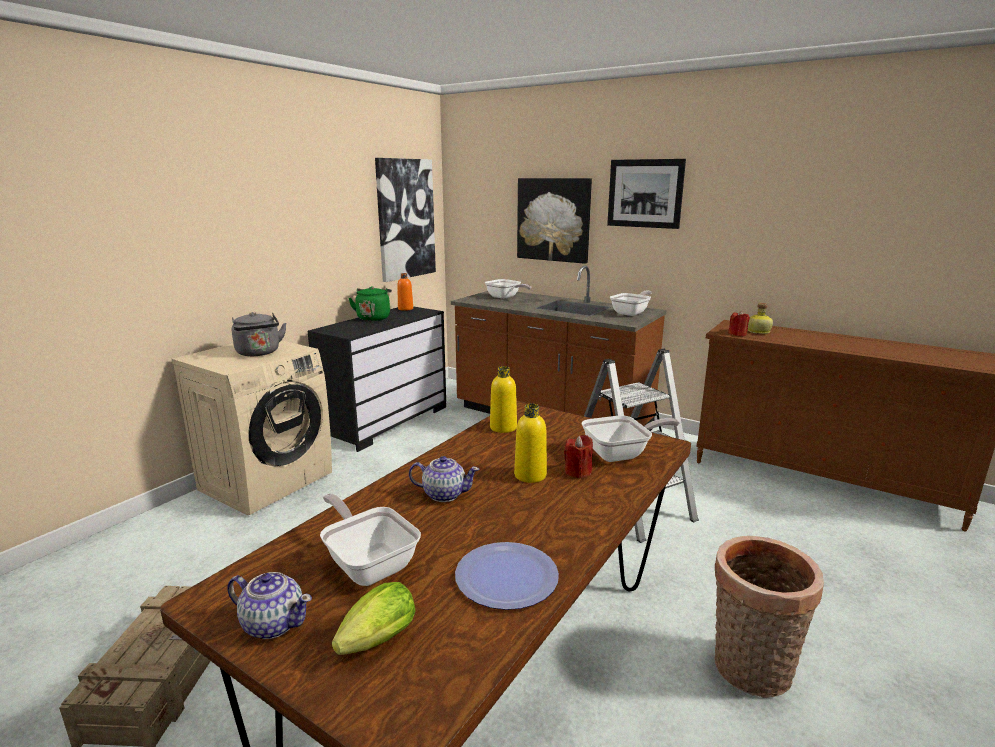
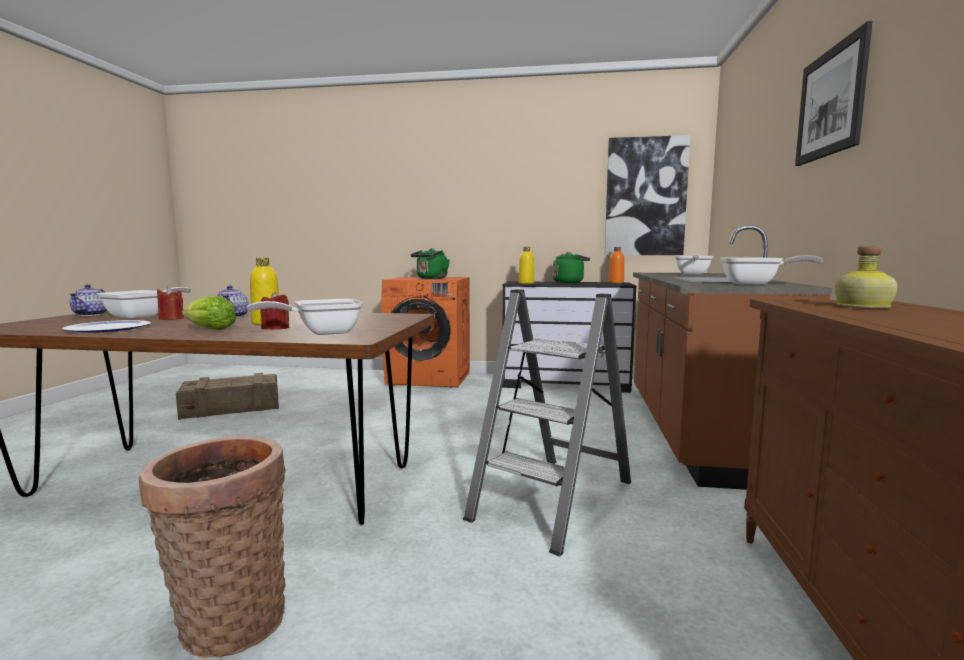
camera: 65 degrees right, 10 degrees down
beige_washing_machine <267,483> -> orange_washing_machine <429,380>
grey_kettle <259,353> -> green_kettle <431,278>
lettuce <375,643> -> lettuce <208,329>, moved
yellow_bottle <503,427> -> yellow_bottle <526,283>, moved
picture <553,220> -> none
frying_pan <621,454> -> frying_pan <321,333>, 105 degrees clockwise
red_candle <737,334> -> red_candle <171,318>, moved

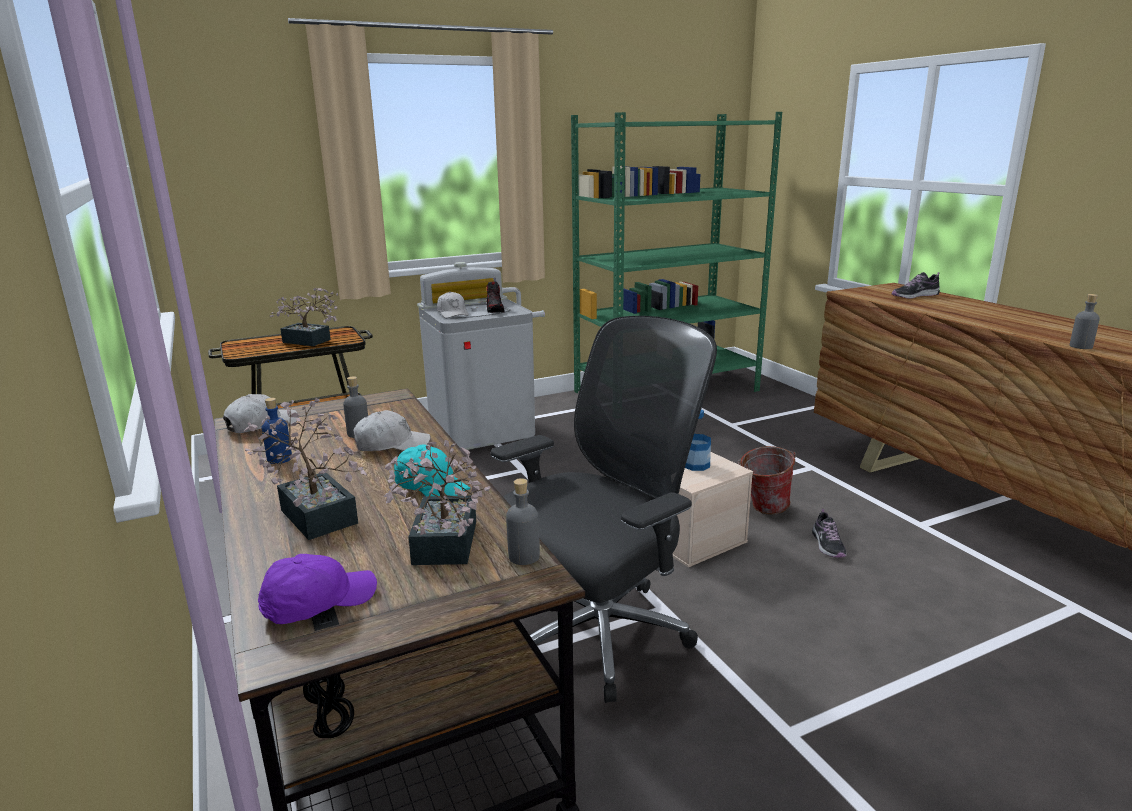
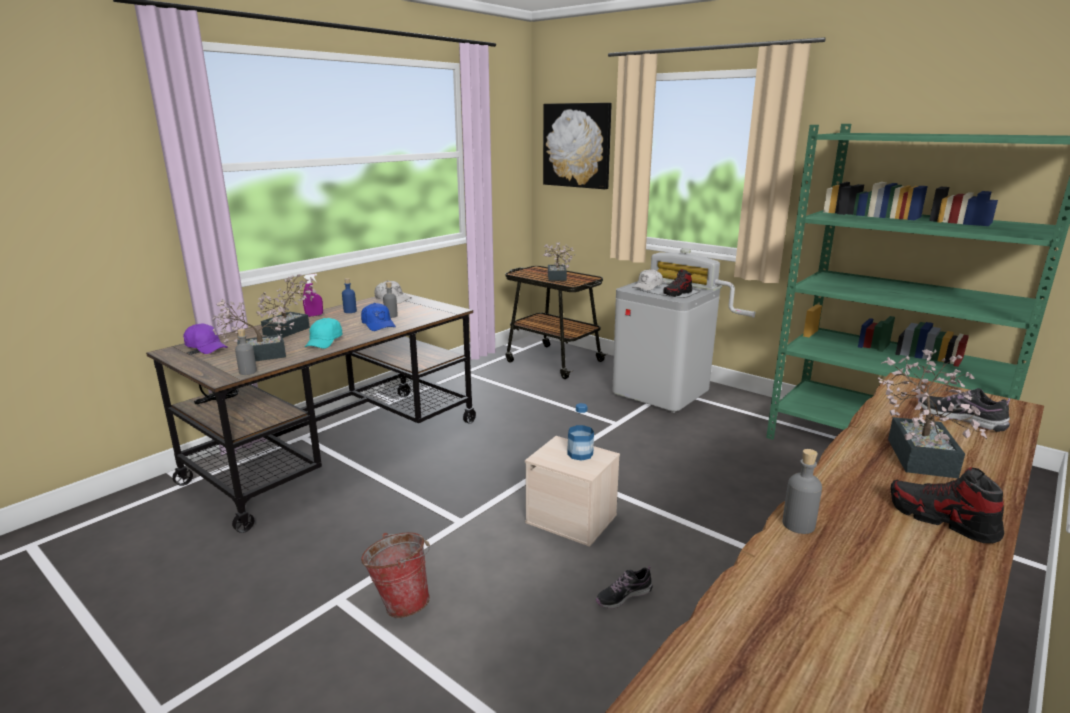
camera: 65 degrees right, 0 degrees up
white_cap <392,445> -> blue_cap <378,324>
office_chair <600,639> -> none
bucket <762,509> -> bucket <401,602>, moved
none -> purple_spray_bottle <314,315>
none -> picture <577,145>
none -> potted_plant <919,453>
none -> shoe <941,520>

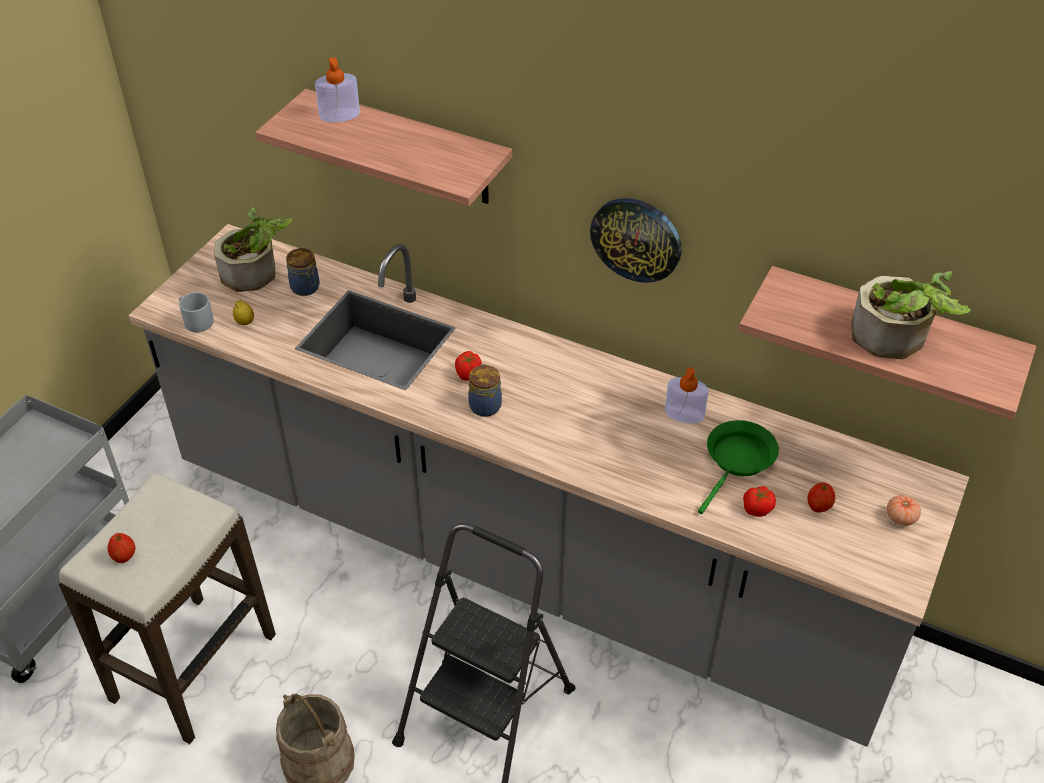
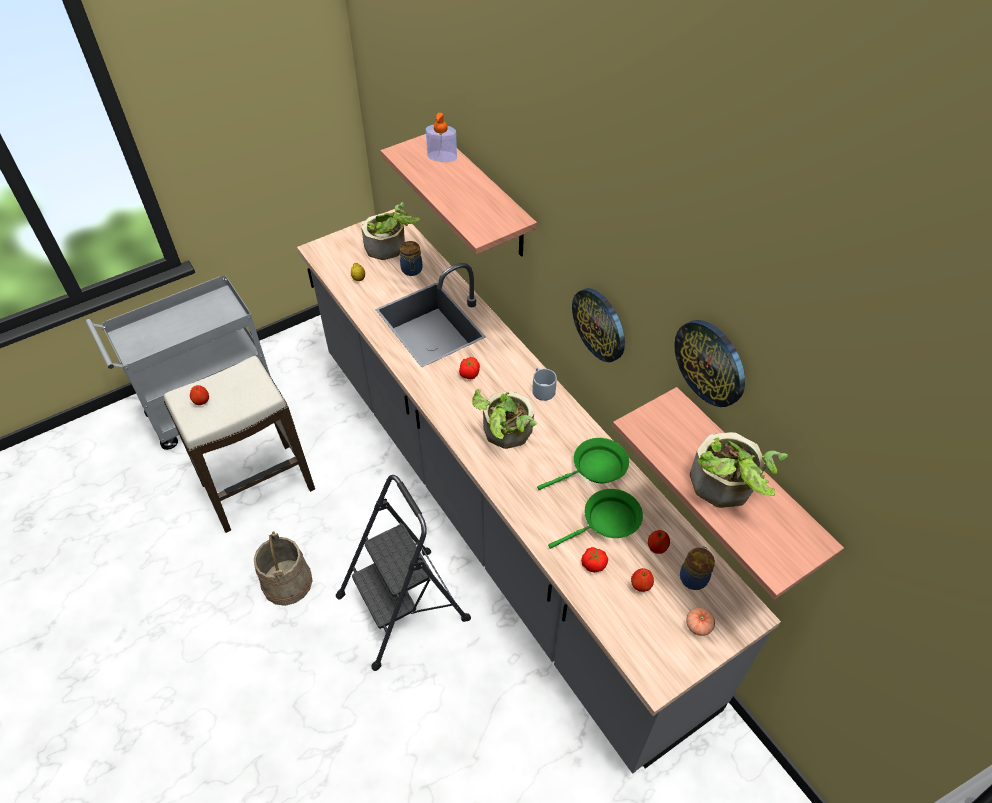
camera: 30 degrees right, 5 degrees up
grey_mug <195,320> -> grey_mug <541,389>, moved
jar <485,405> -> jar <694,577>, moved
soap_dispenser <684,414> -> green_frying_pan <595,469>
none -> potted_plant <504,434>
none -> apple <657,548>
none -> wall_clock <711,362>

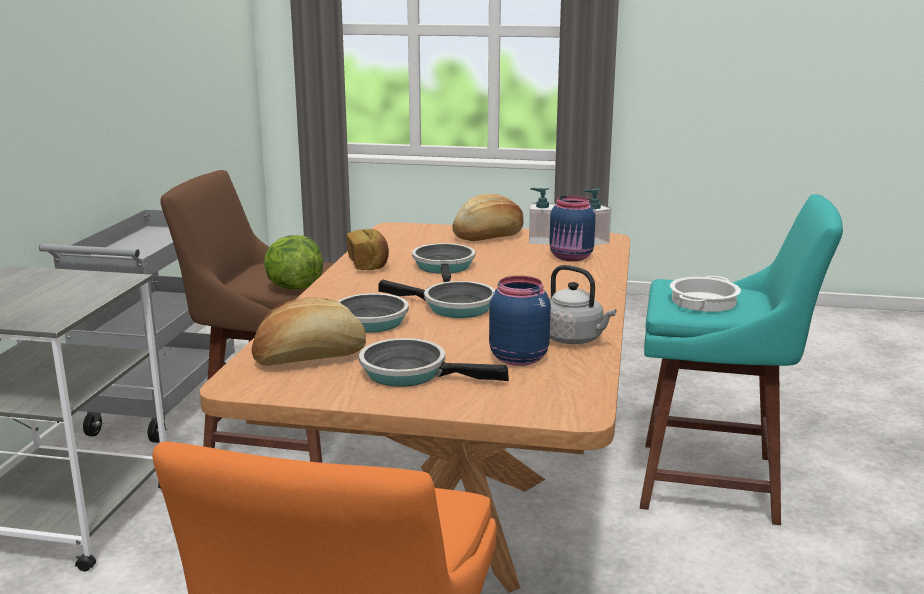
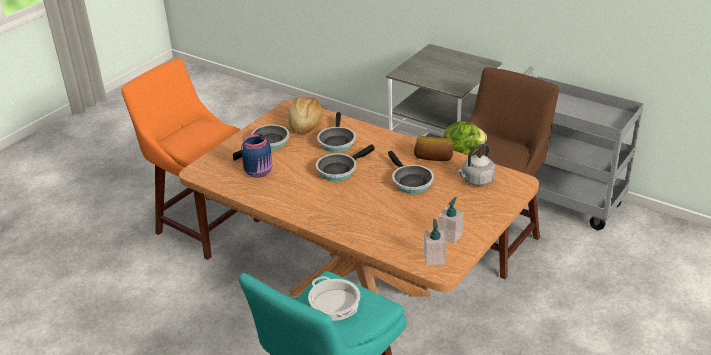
camera: 115 degrees right, 15 degrees up
frying_pan <444,267> -> frying_pan <410,182>, 45 degrees clockwise
bread <489,236> -> none
blue_jar <571,257> -> none
grey_kettle <575,339> -> grey_kettle <476,181>, moved

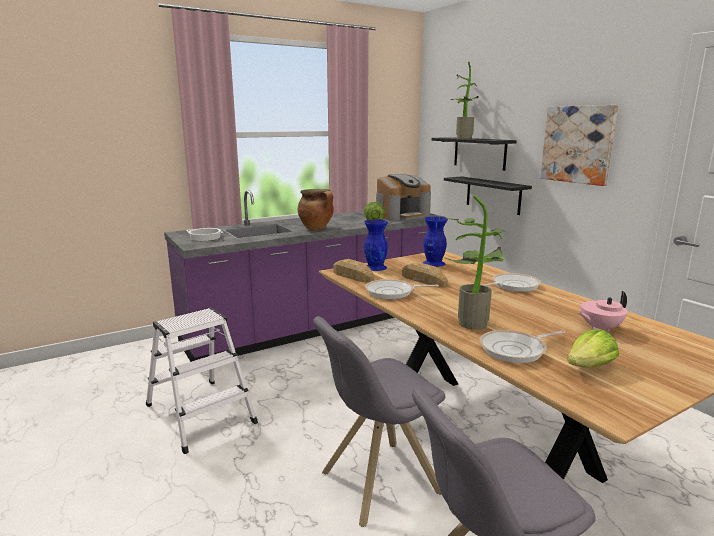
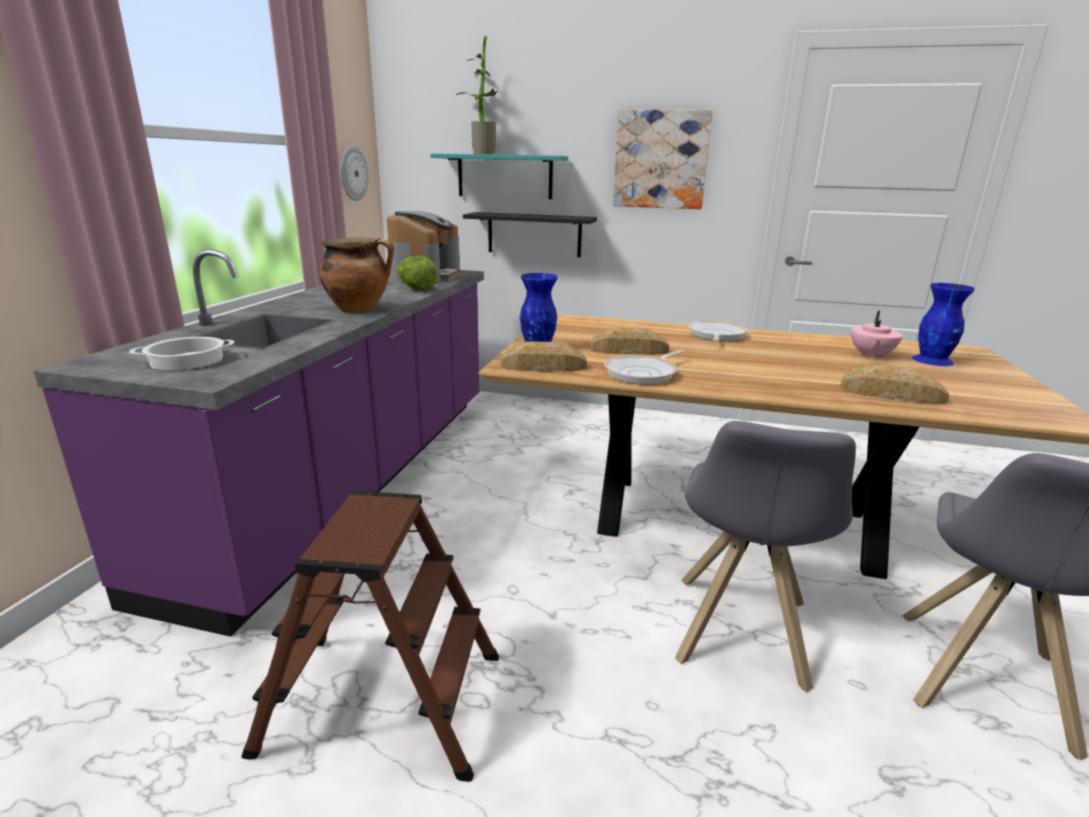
camera: 45 degrees left, 5 degrees up
white_step_ladder <200,413> -> brown_step_ladder <382,702>
blue_vase <434,263> -> blue_vase <933,360>, moved
black_shelf <479,153> -> turquoise_shelf <504,176>
potted_plant <473,322> -> none
frying_pan <516,350> -> bread <891,394>
lettuce <590,367> -> none
none -> wall_clock <353,173>

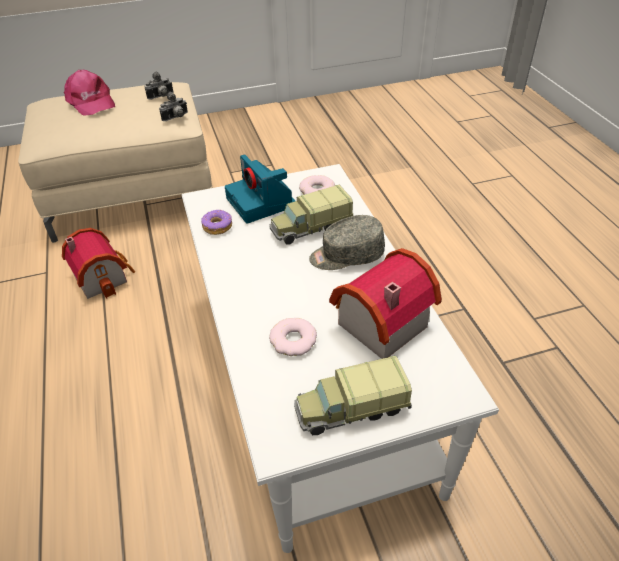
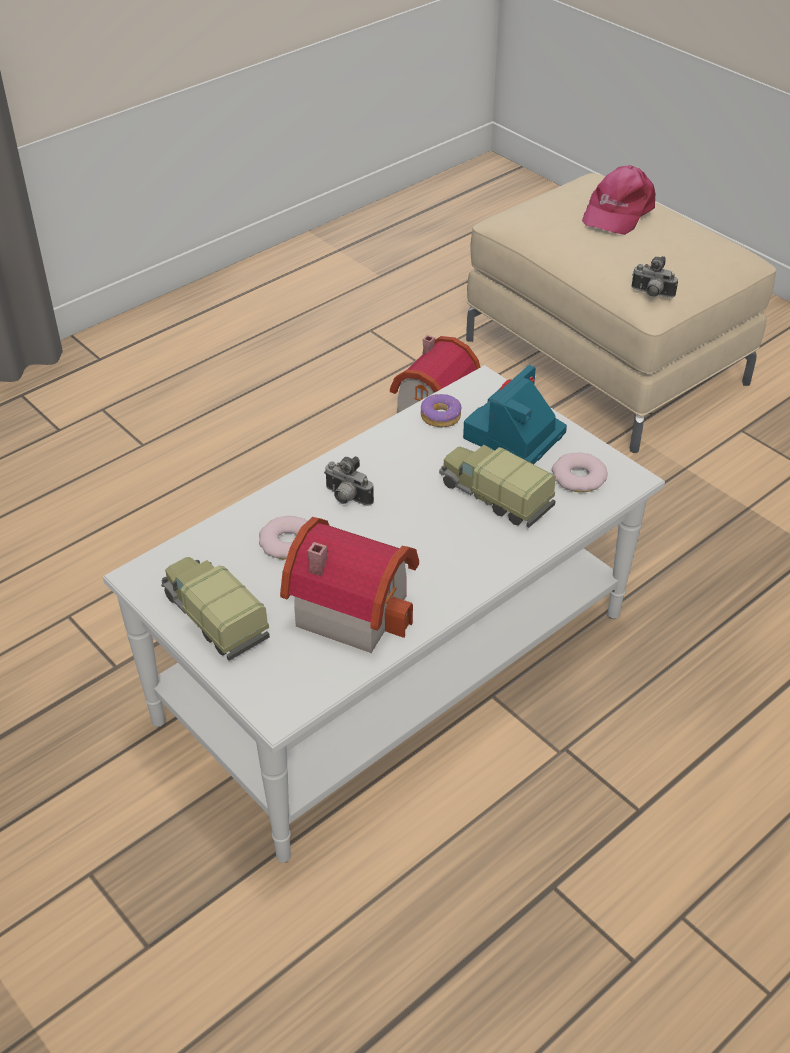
camera: 65 degrees right, 0 degrees up
photo_camera <161,97> -> photo_camera <346,498>, moved
grey_cap <346,255> -> none

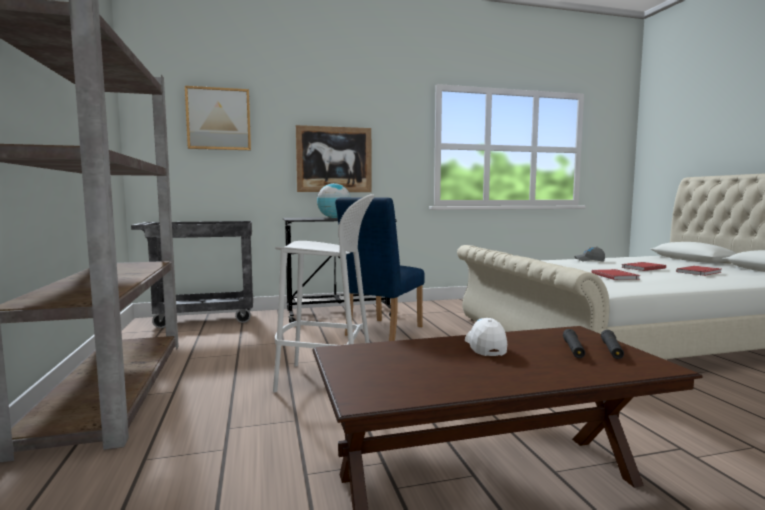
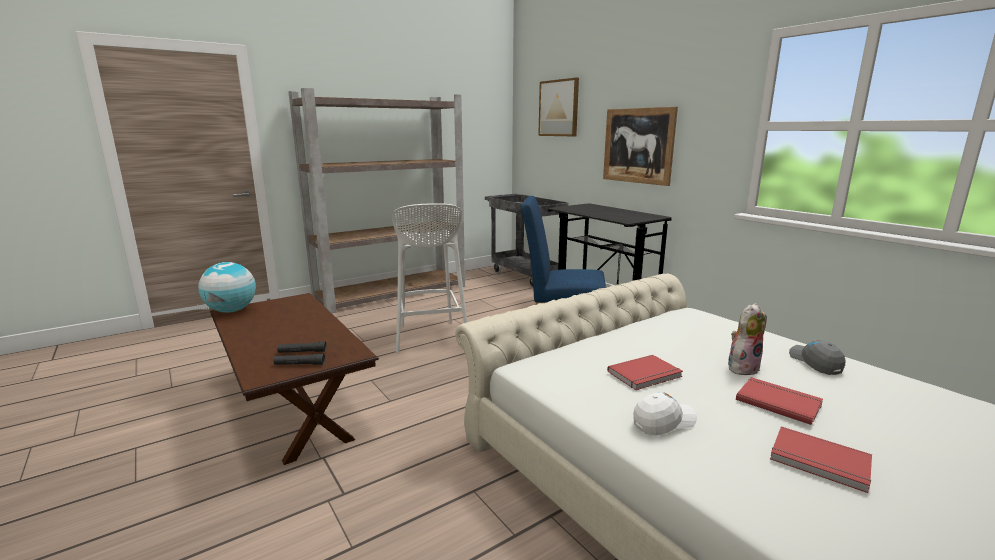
camera: 70 degrees right, 10 degrees up
globe <334,218> -> globe <231,310>, moved
white_cap <485,346> -> white_cap <663,422>, moved
none -> plush_toy <742,367>

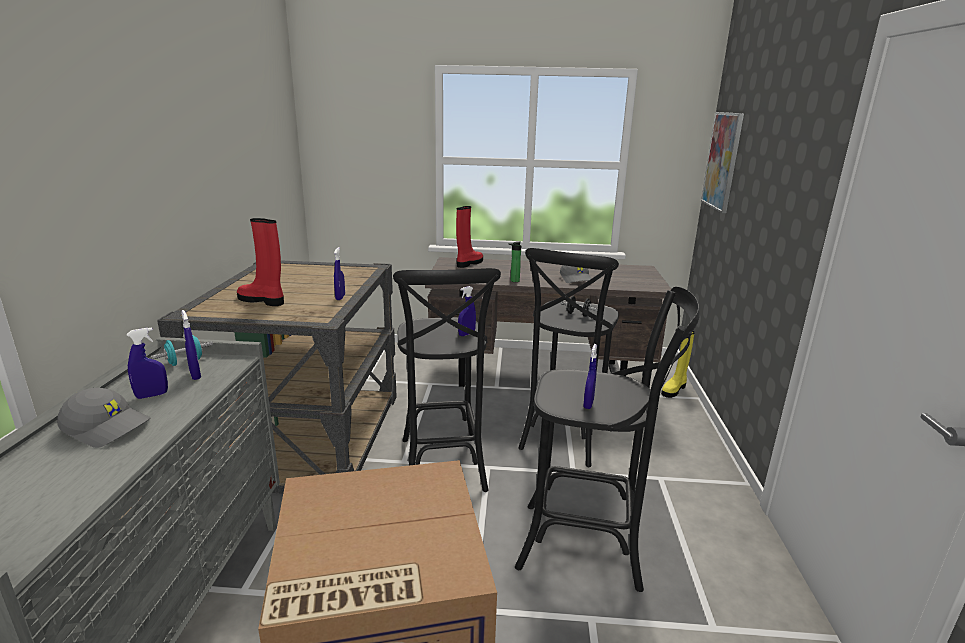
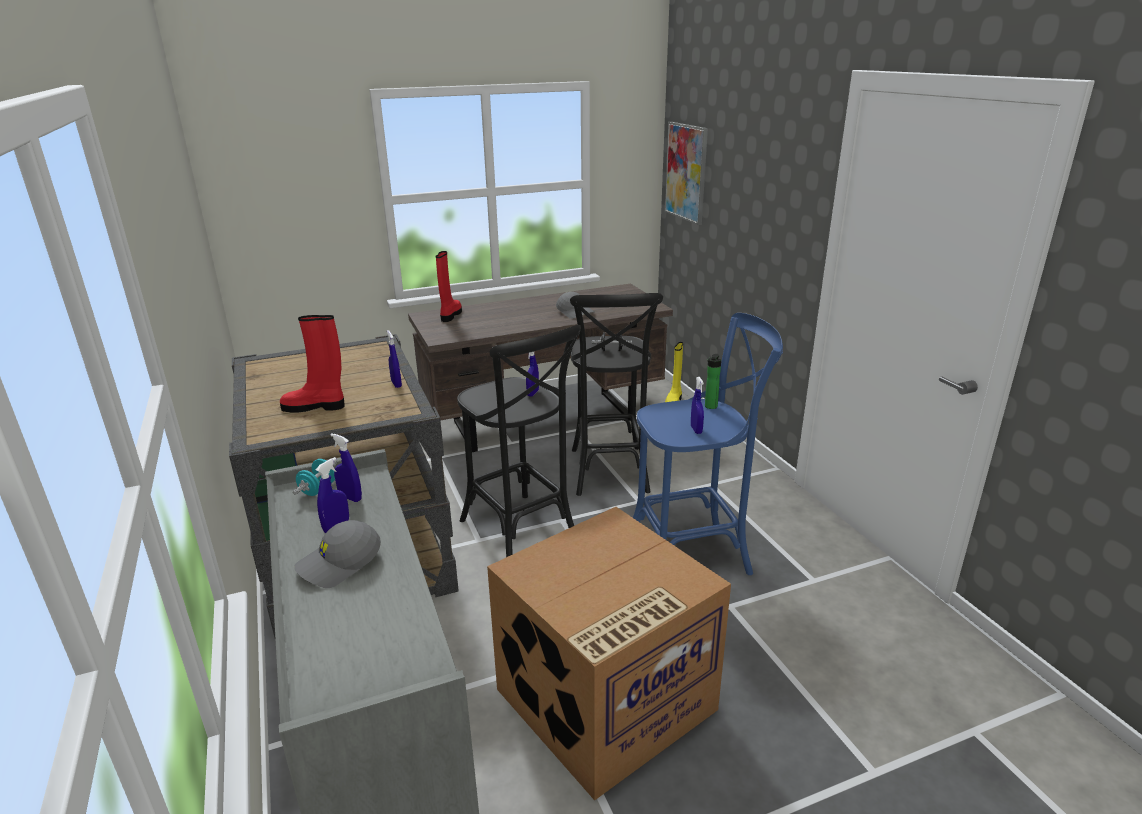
camera: 25 degrees left, 5 degrees up
grey_cap <108,427> -> grey_cap <340,564>, 150 degrees clockwise
bottle <513,281> -> bottle <710,407>, moved
black_stool <588,546> -> blue_stool <692,556>

